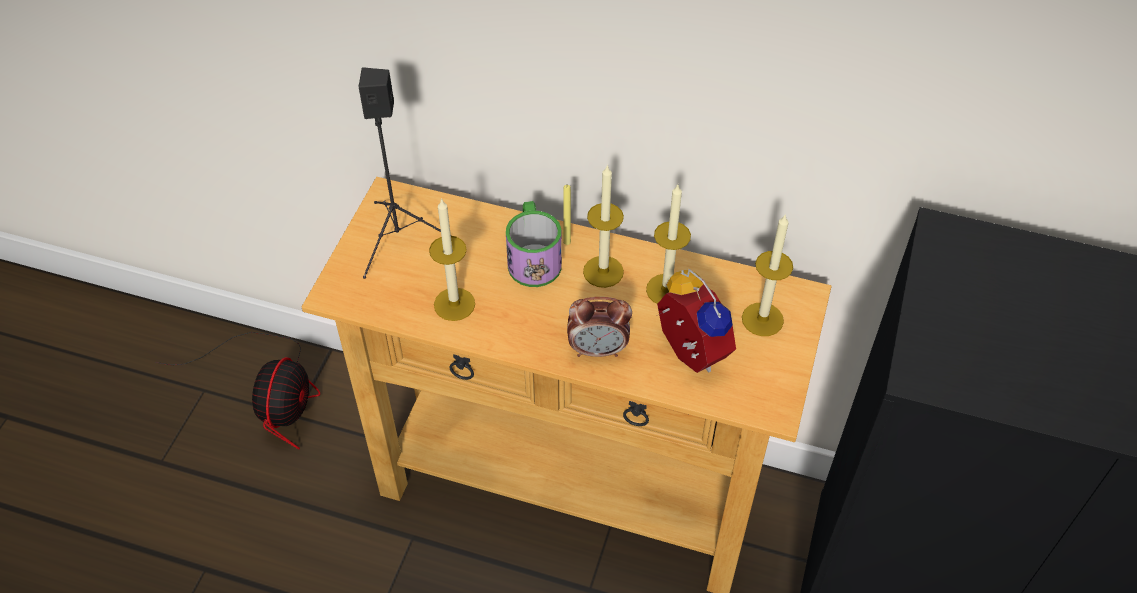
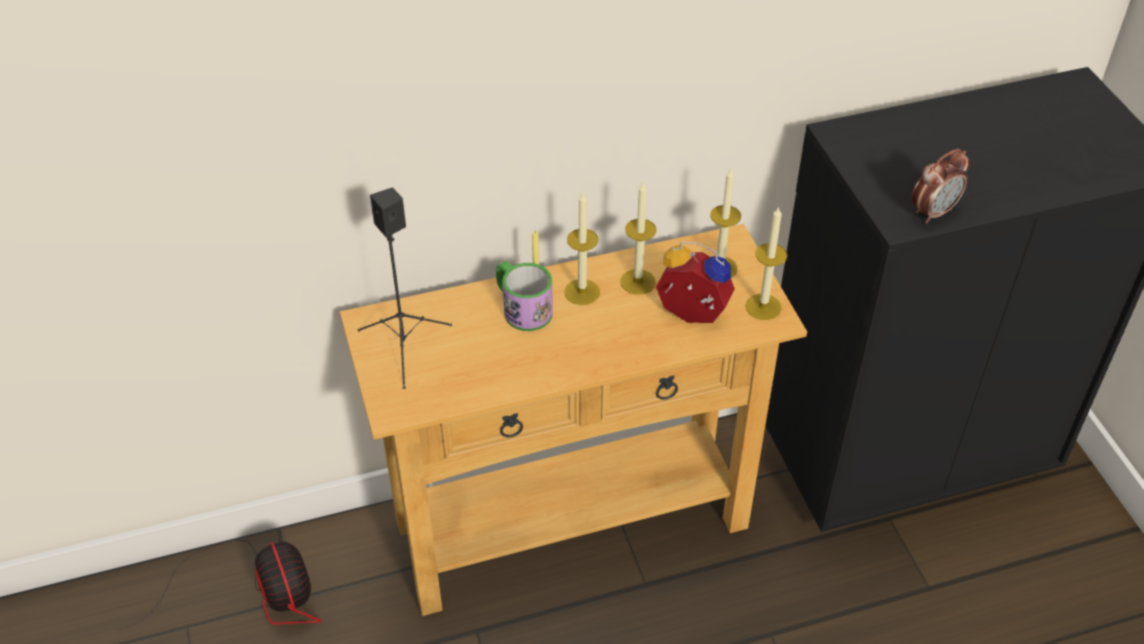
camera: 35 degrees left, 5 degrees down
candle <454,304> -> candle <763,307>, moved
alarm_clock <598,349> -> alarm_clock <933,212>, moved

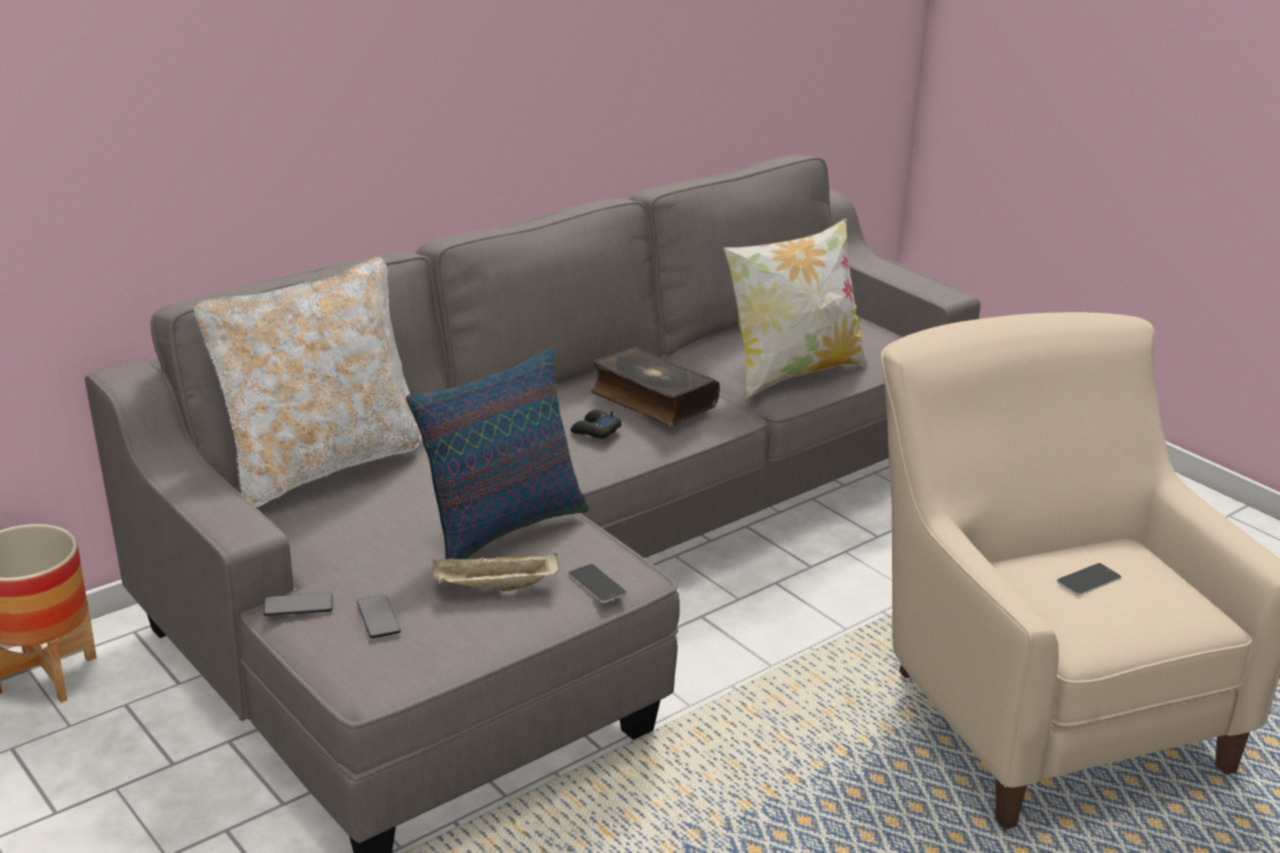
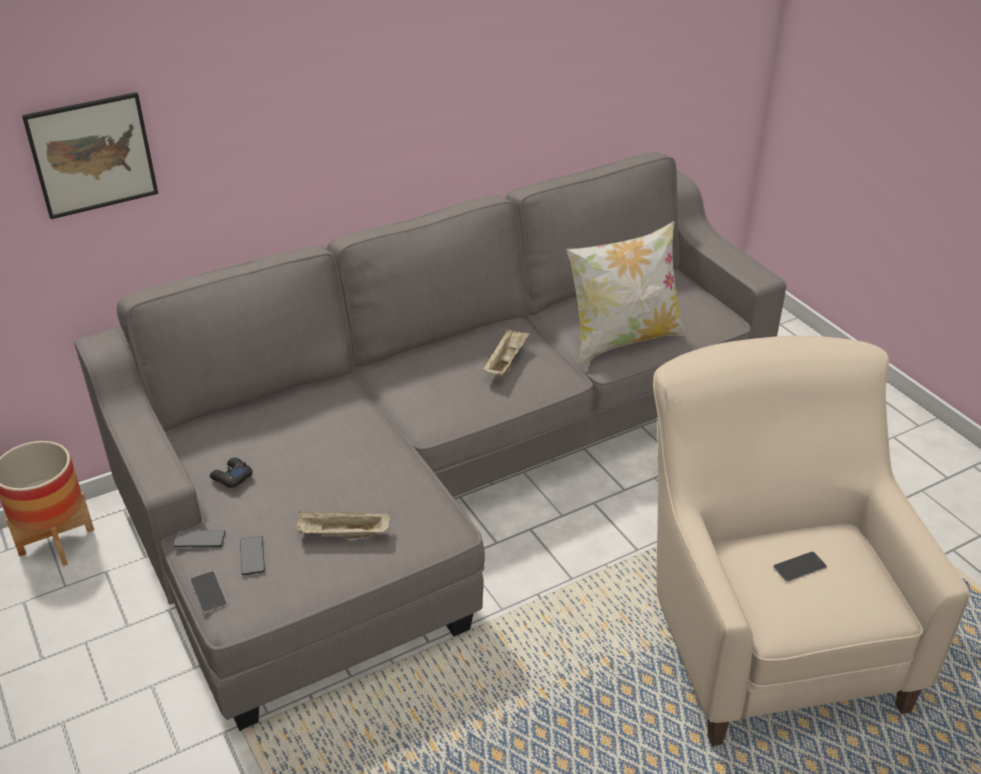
camera: 10 degrees right, 10 degrees up
white_pillow <325,468> -> none
blue_pillow <503,530> -> none
phone <597,584> -> phone <208,592>, moved
black_game_controller <595,431> -> black_game_controller <231,477>, moved
book <652,400> -> beige_tray <506,362>
none -> picture <92,155>

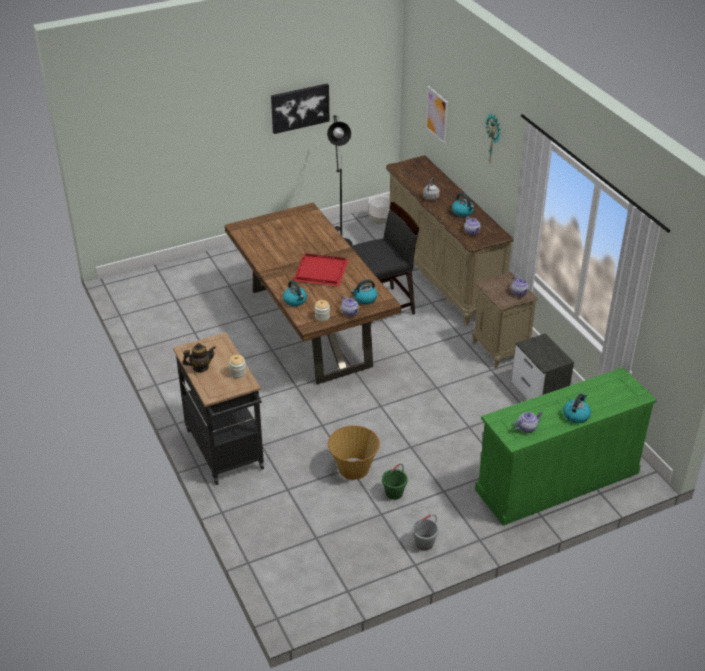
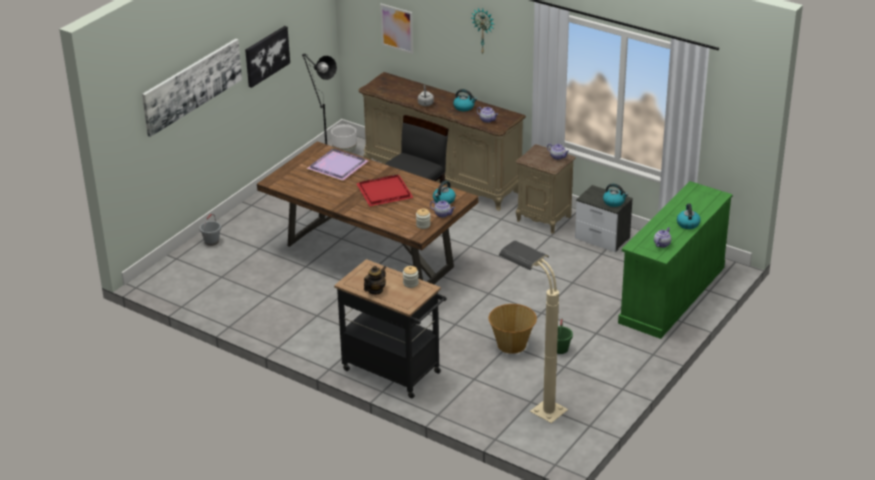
camera: 30 degrees left, 5 degrees down
kettle <295,301> -> kettle <614,202>, moved
grey_bucket <424,543> -> grey_bucket <212,241>, moved
none -> picture <192,86>
none -> purple_tray <337,165>
none -> beige_floor_lamp <532,405>

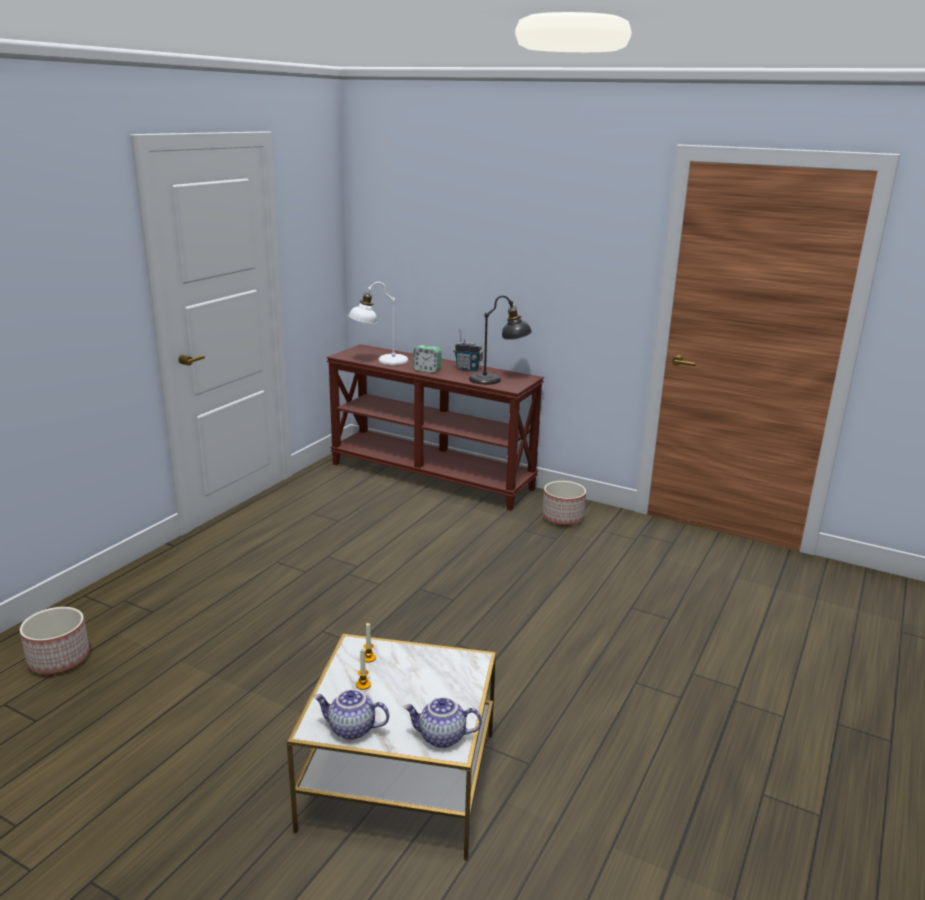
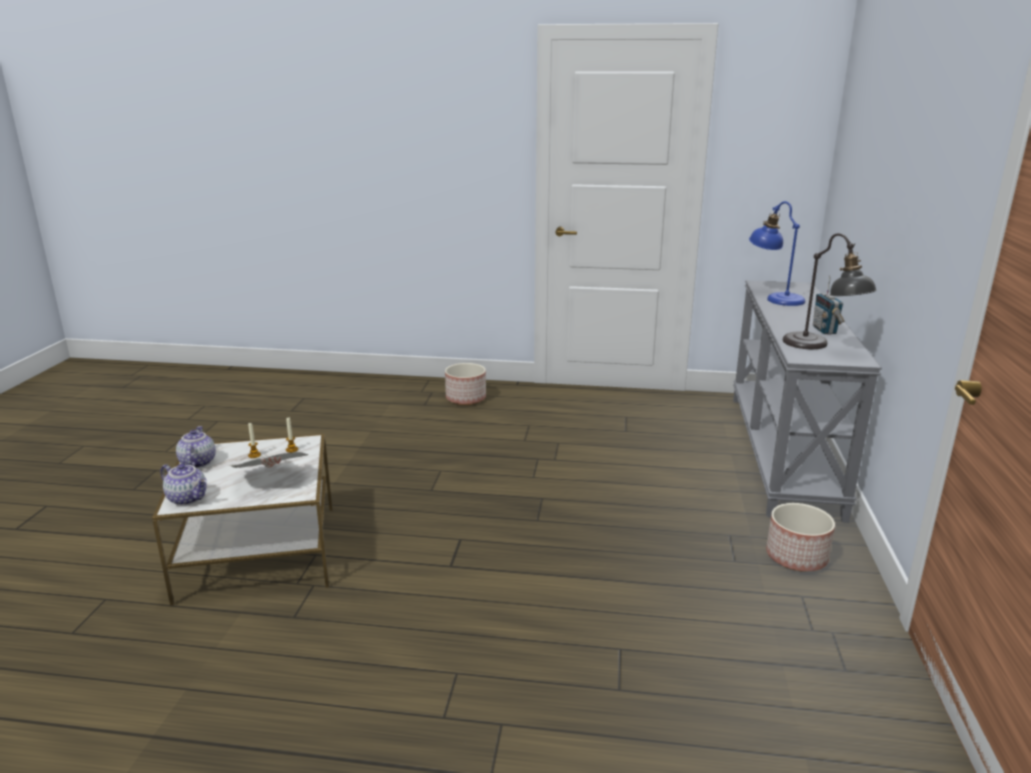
camera: 70 degrees right, 0 degrees up
planter <58,660> -> planter <465,398>, moved
brown_console_table <432,476> -> grey_console_table <784,452>
white_table_lamp <379,361> -> blue_table_lamp <773,296>
teapot <441,738> -> teapot <188,498>, 135 degrees clockwise
alarm_clock <427,370> -> none
none -> newspaper <272,479>

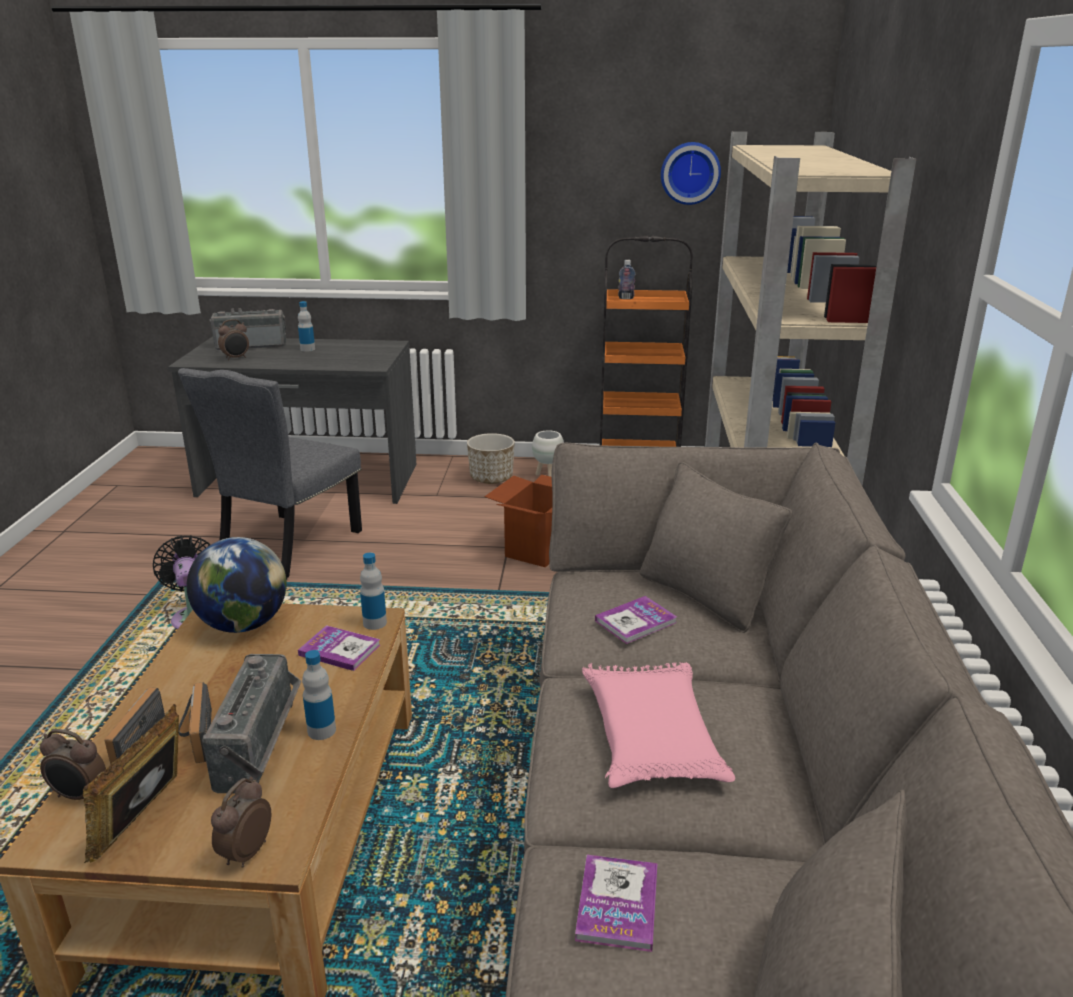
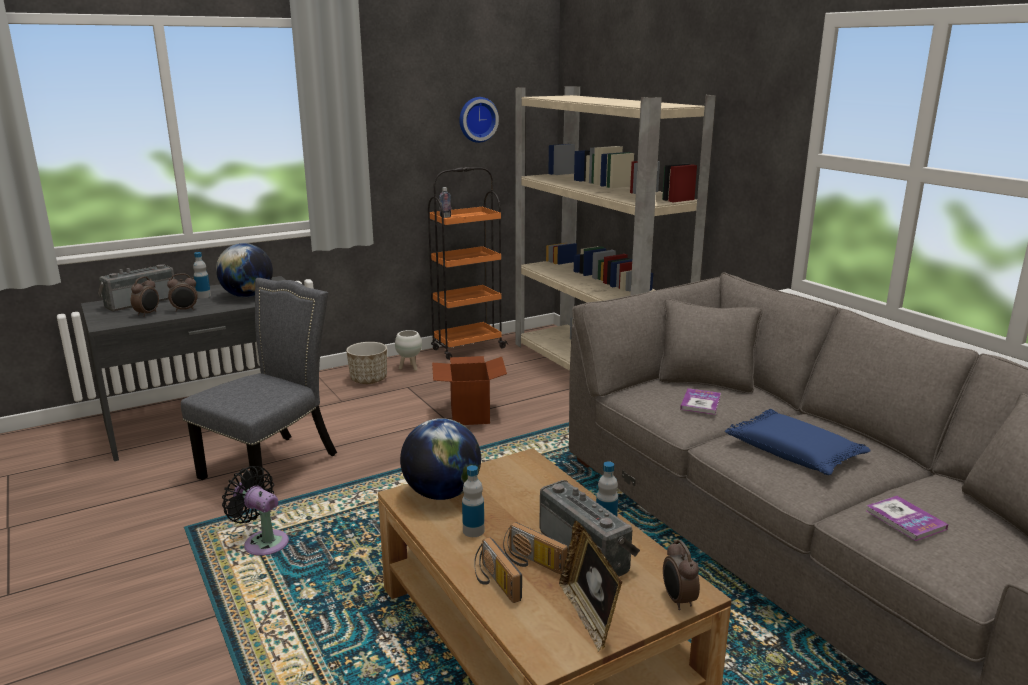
camera: 35 degrees left, 5 degrees down
alarm_clock <79,796> -> alarm_clock <185,310>, moved
grey_chair <290,545> -> grey_chair <269,468>, 135 degrees counterclockwise
book <339,650> -> none
bottle <375,623> -> bottle <473,531>, moved
pink_pillow <651,733> -> blue_pillow <794,449>
none -> globe <247,296>

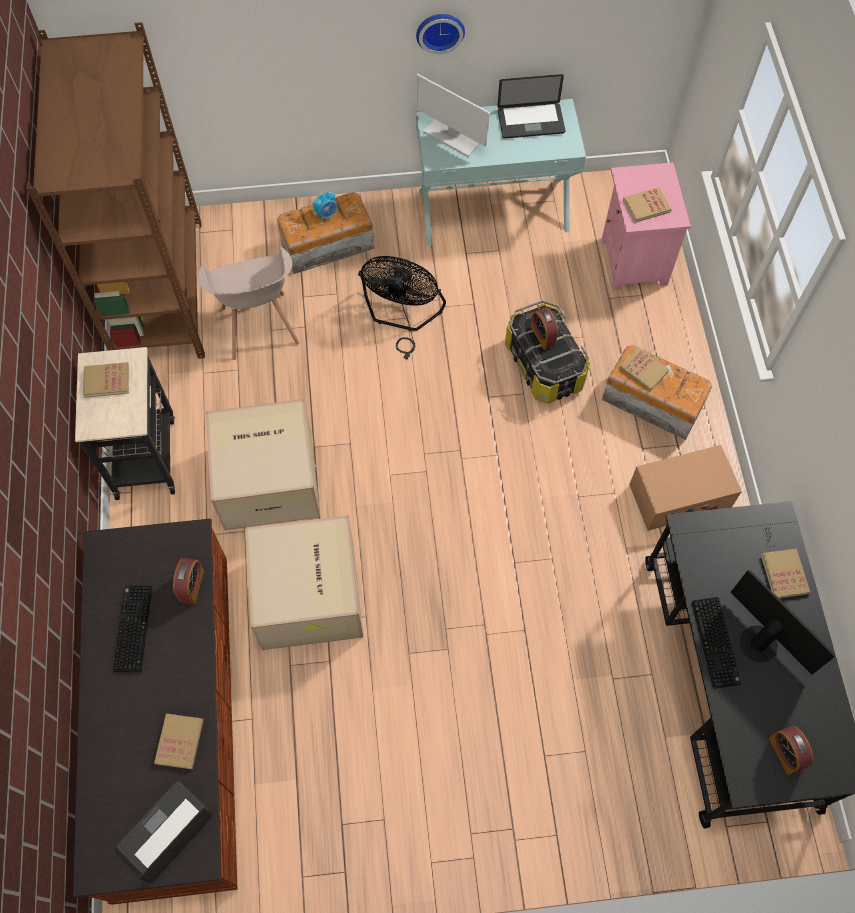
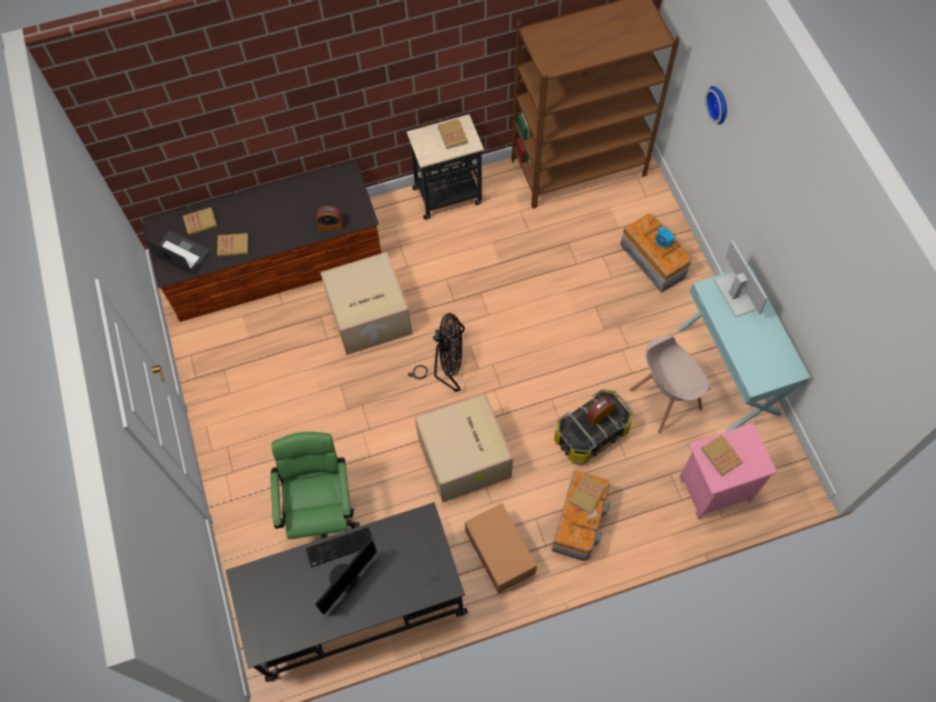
camera: 80 degrees right, 0 degrees up
keyboard <132,627> -> none
beige_chair <259,327> -> beige_chair <664,400>, moved
cardboard_box <270,478> -> cardboard_box <465,457>, moved
black_fan <401,317> -> black_fan <445,363>, moved
monitor <452,136> -> monitor <735,295>, 135 degrees clockwise
wall_clock <440,30> -> wall_clock <719,104>, moved
laptop <531,121> -> none
book <784,574> -> book <200,222>, moved
alarm_clock <785,753> -> none
none -> green_office_chair <324,513>

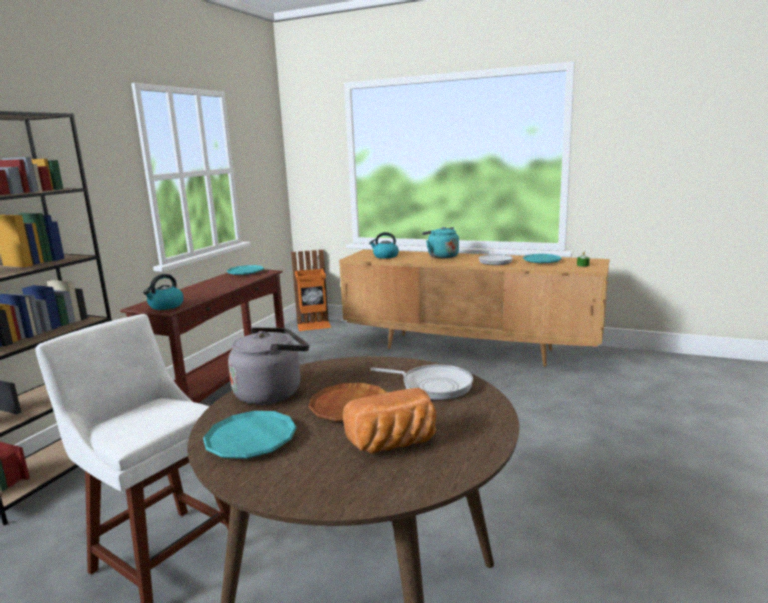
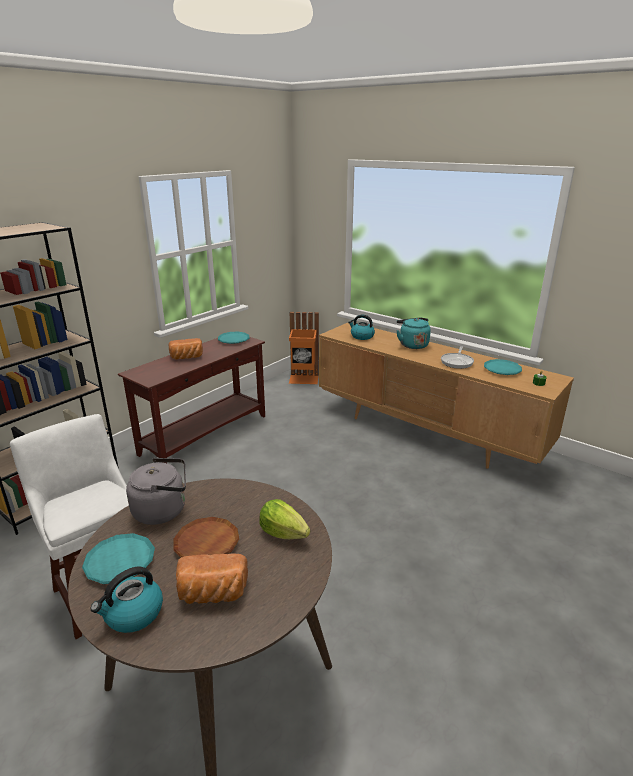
camera: 15 degrees right, 10 degrees up
kettle <166,306> -> kettle <133,614>, moved
frying_pan <432,386> -> lettuce <283,533>
none -> bread <187,358>

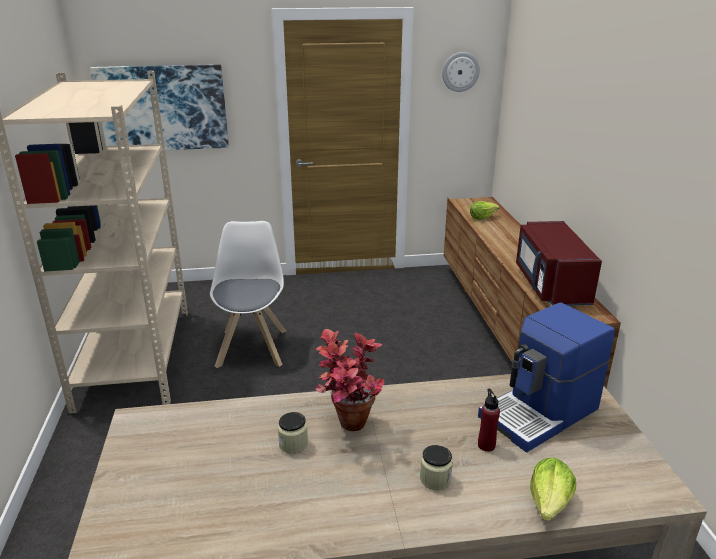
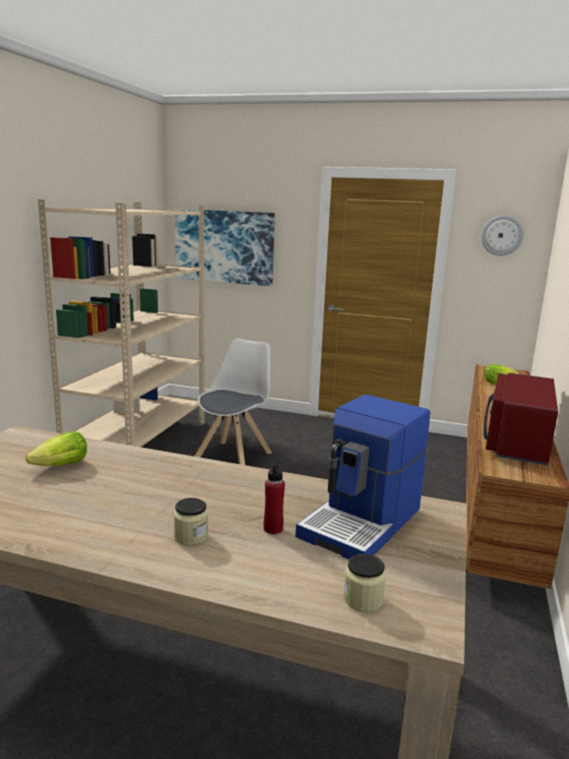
camera: 25 degrees right, 10 degrees down
jar <293,444> -> jar <363,599>, moved
potted_plant <348,430> -> none
coffee_machine <541,413> -> coffee_machine <363,522>, 45 degrees counterclockwise
lettuce <550,503> -> lettuce <61,466>, moved

